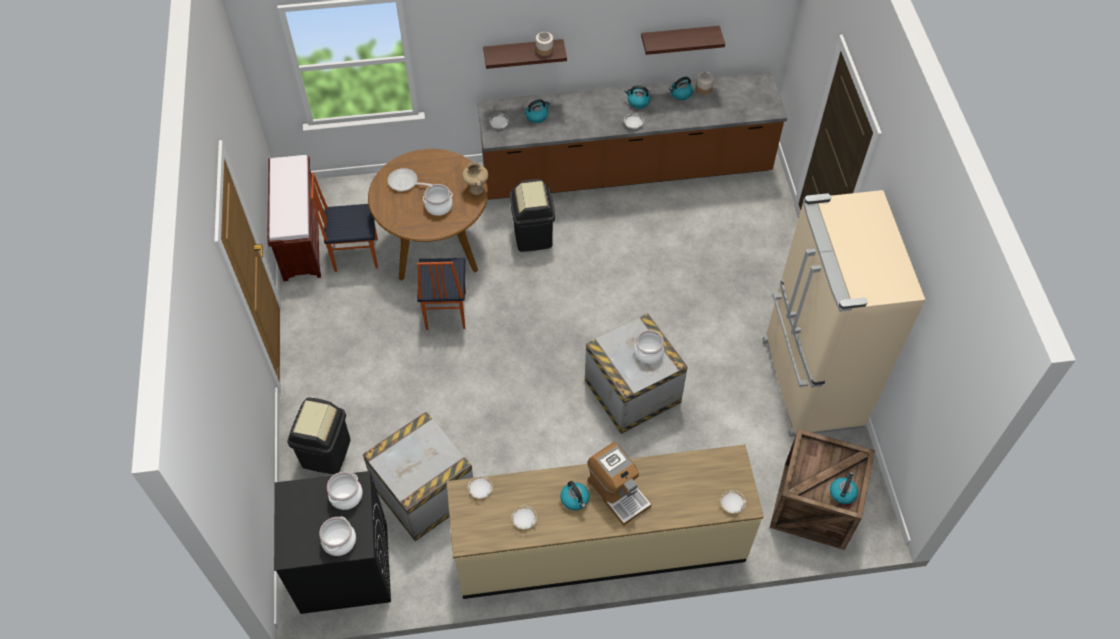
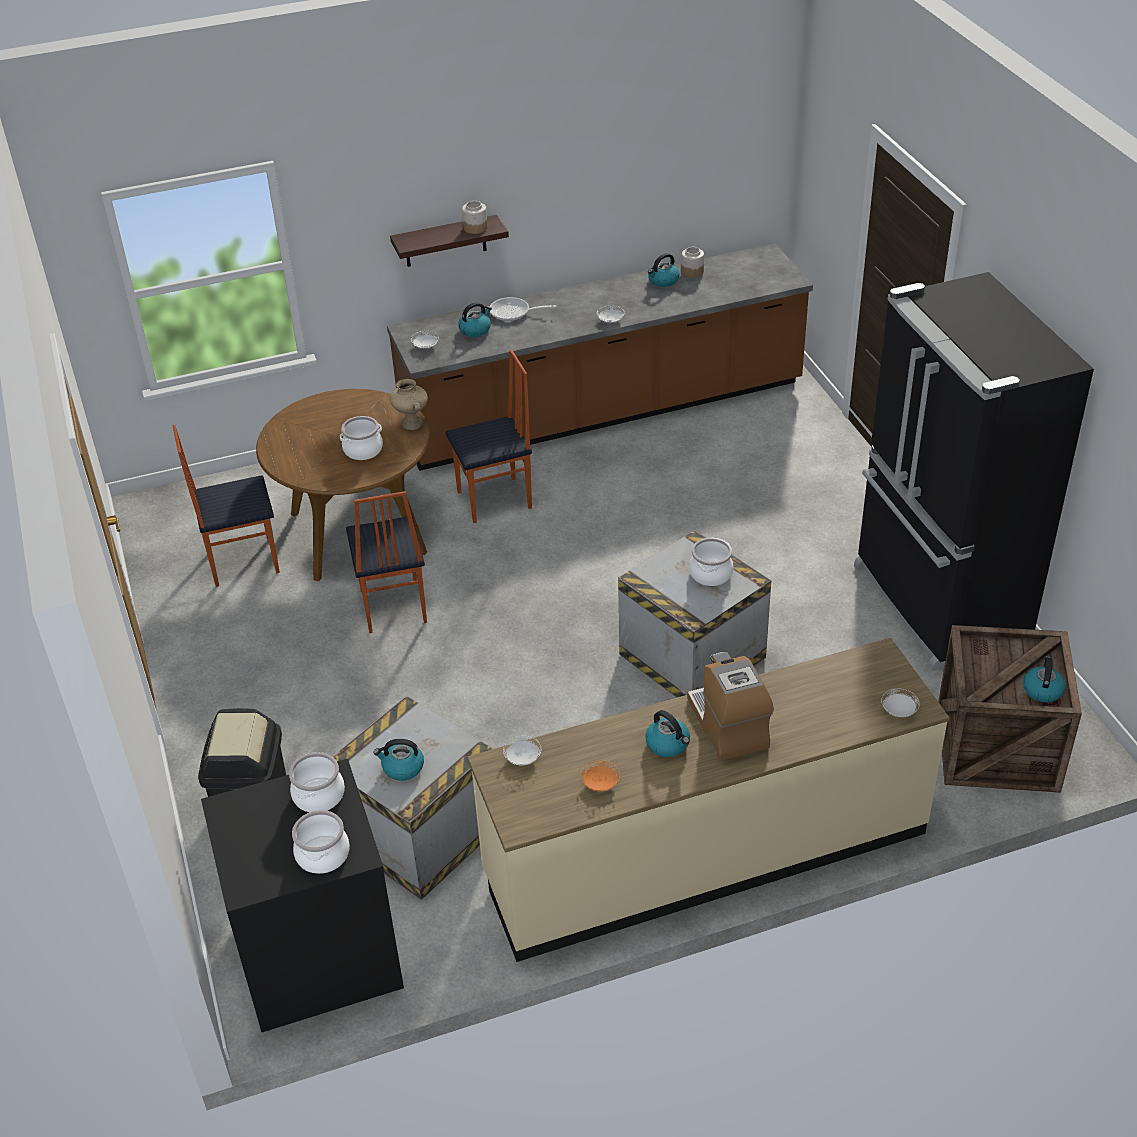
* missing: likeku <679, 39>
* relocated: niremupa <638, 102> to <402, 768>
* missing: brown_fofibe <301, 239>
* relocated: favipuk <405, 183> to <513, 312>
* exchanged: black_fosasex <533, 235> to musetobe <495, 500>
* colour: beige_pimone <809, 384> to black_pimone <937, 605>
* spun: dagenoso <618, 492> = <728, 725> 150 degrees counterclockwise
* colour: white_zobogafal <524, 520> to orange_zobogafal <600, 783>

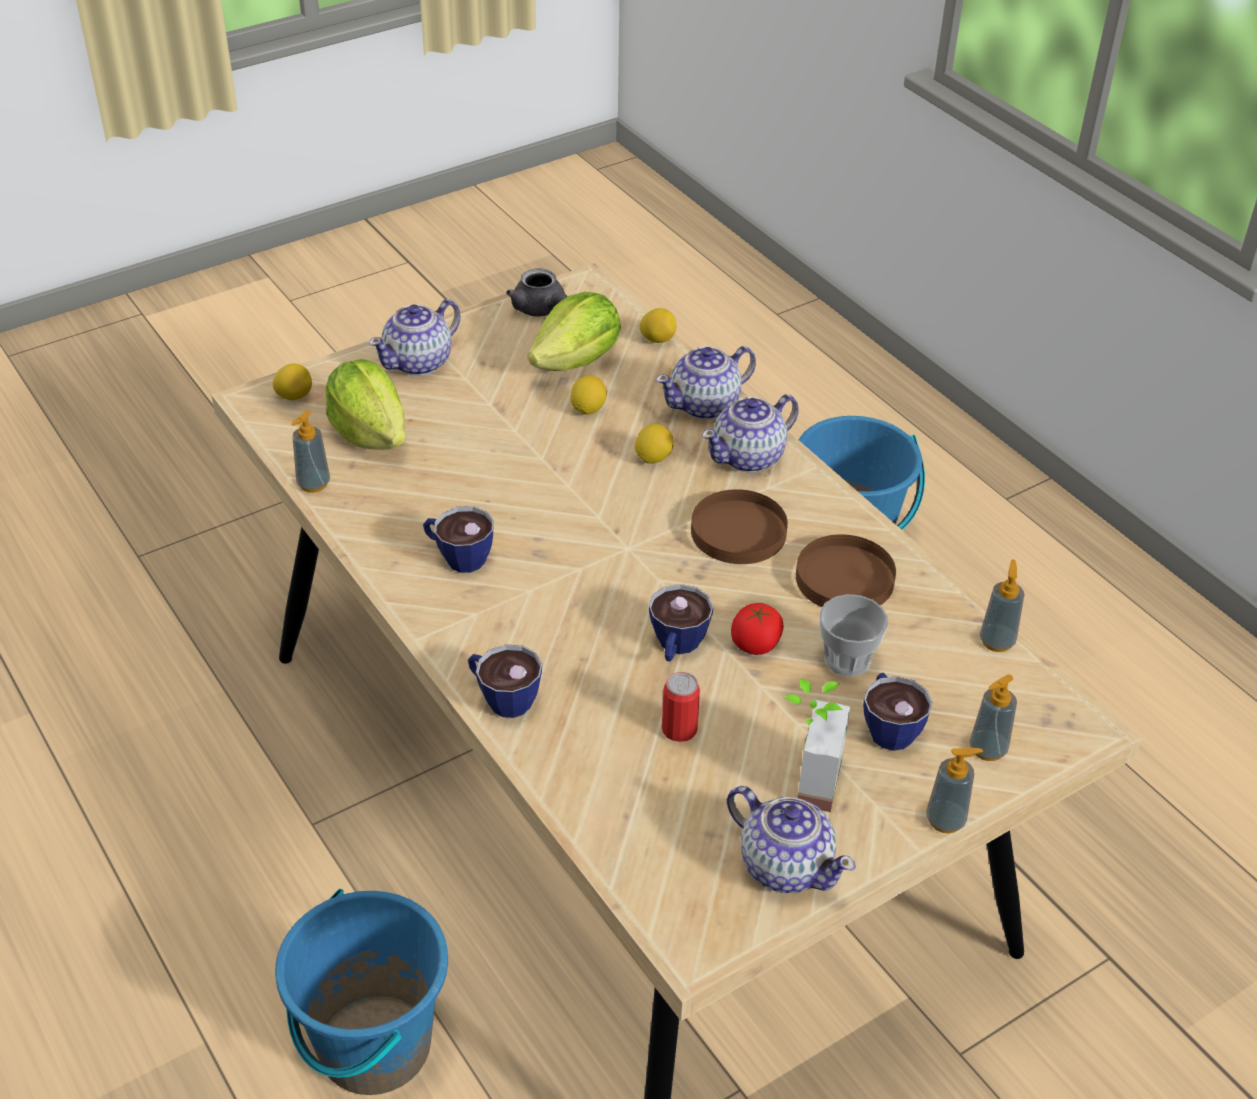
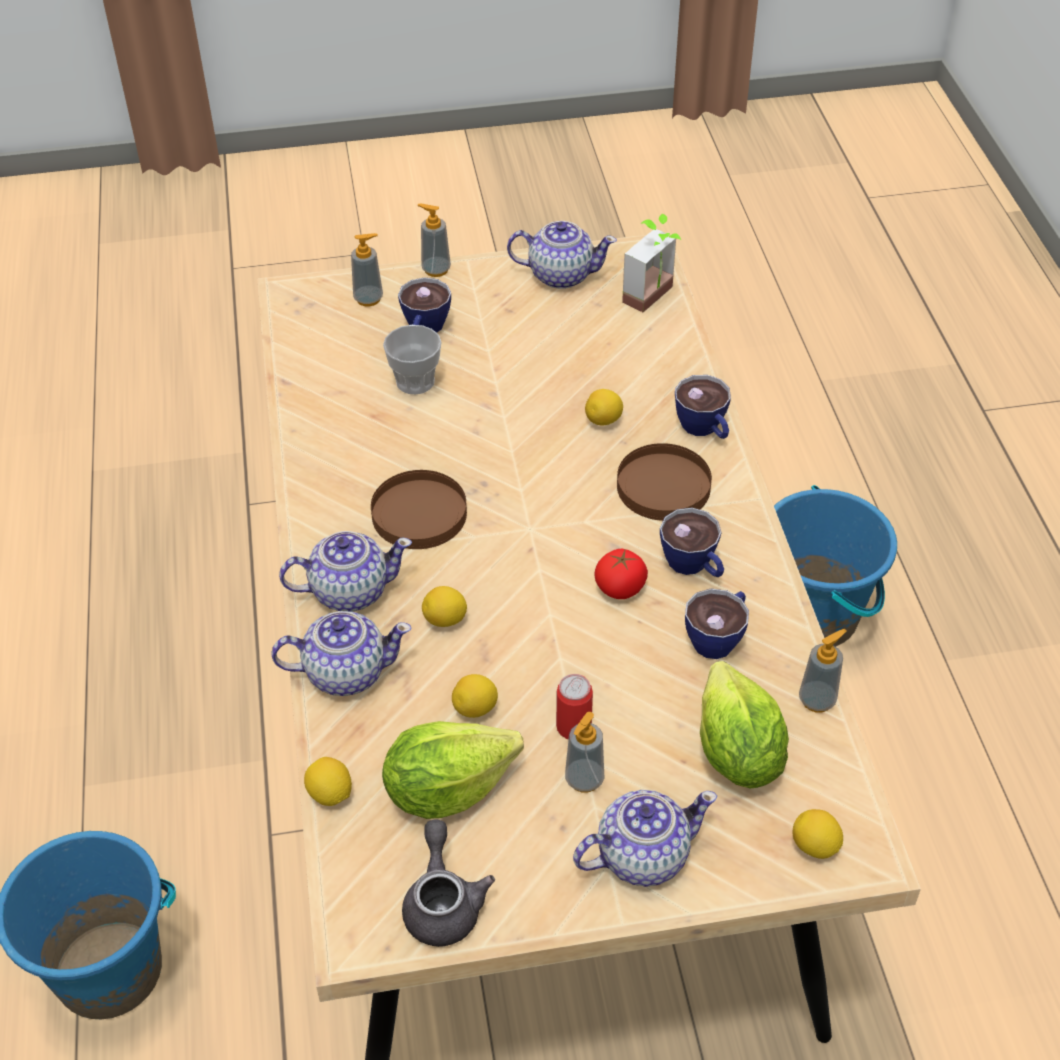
* relocated: brown_zobogafal <844, 579> to <664, 486>
* relocated: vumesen <996, 641> to <584, 779>
* relocated: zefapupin <676, 647> to <718, 637>
* relocated: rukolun <755, 644> to <620, 588>
* relocated: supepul <679, 729> to <573, 726>
* relocated: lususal <804, 779> to <656, 298>
* spun: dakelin <785, 865> = <560, 274> 120 degrees clockwise
* appeared: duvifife <603, 420>

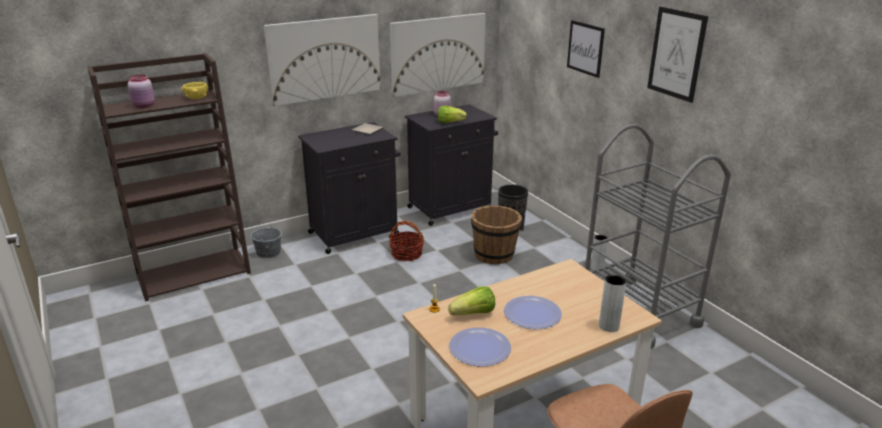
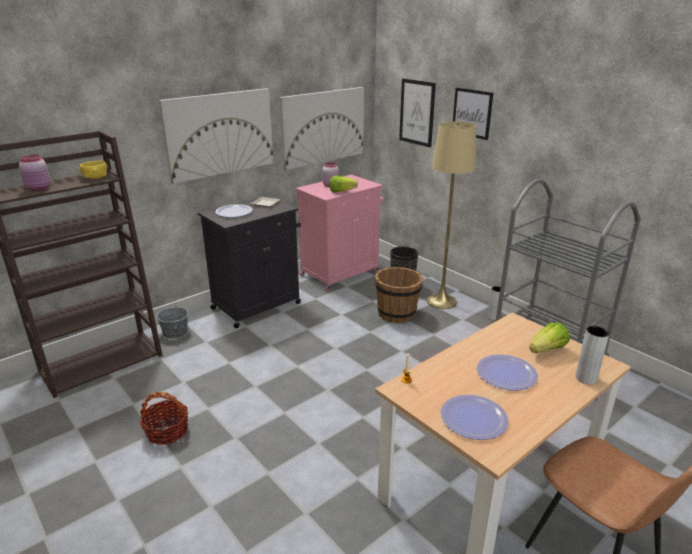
* relocated: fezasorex <676, 54> to <417, 112>
* colour: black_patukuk <451, 208> to pink_patukuk <341, 273>
* relocated: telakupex <406, 254> to <167, 431>
* relocated: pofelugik <474, 314> to <547, 350>
* appeared: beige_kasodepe <441, 301>
* appeared: zobogafal <234, 212>

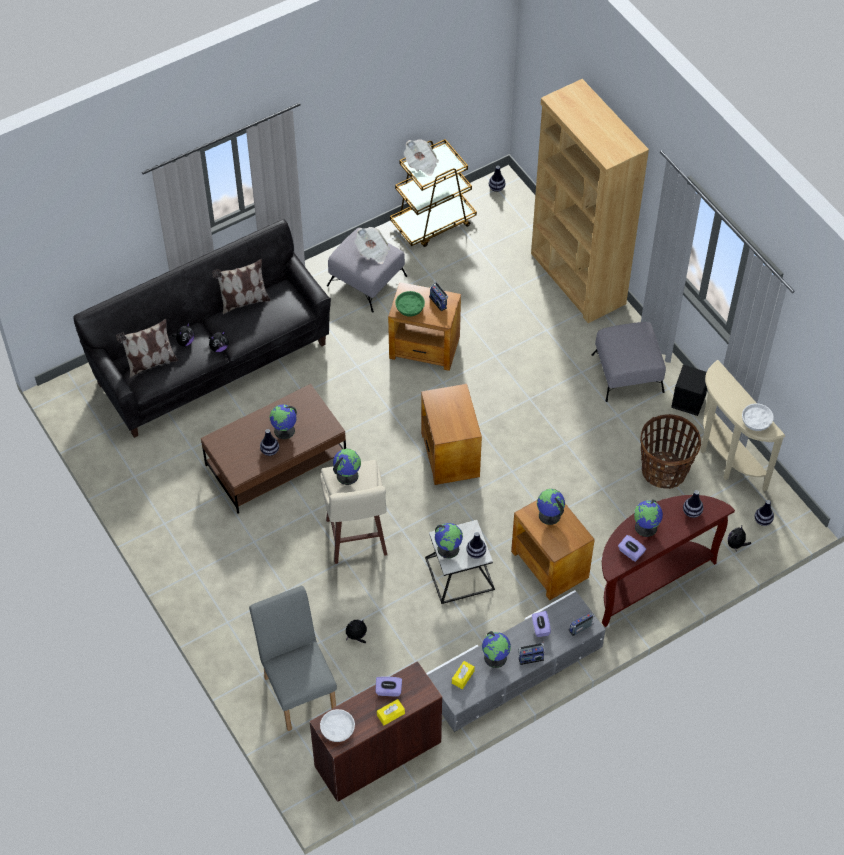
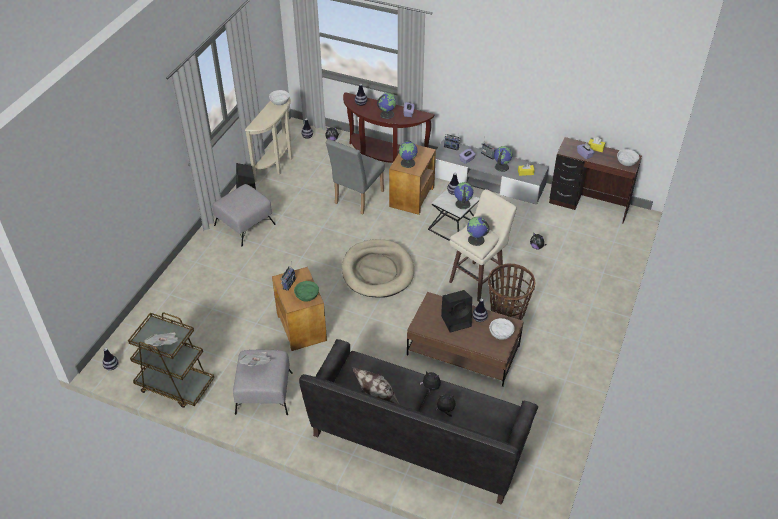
* missing: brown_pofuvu <577, 279>
* missing: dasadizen <150, 363>
* exchanged: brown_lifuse <449, 455> to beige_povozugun <377, 271>
* exchanged: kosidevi <284, 430> to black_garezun <457, 320>
* relocated: telakupex <664, 471> to <507, 311>
* relocated: grey_musetobe <298, 688> to <356, 199>
* appeared: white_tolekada <501, 333>

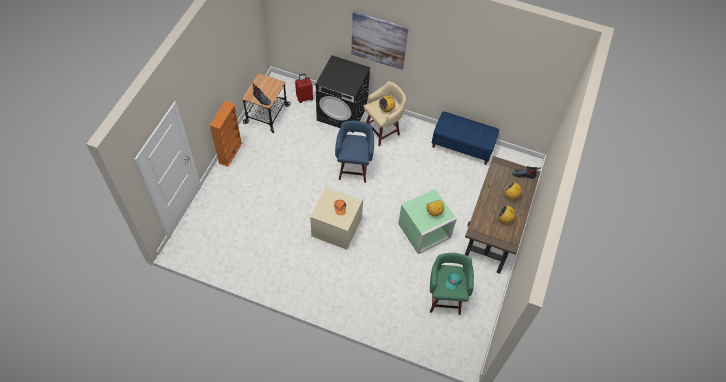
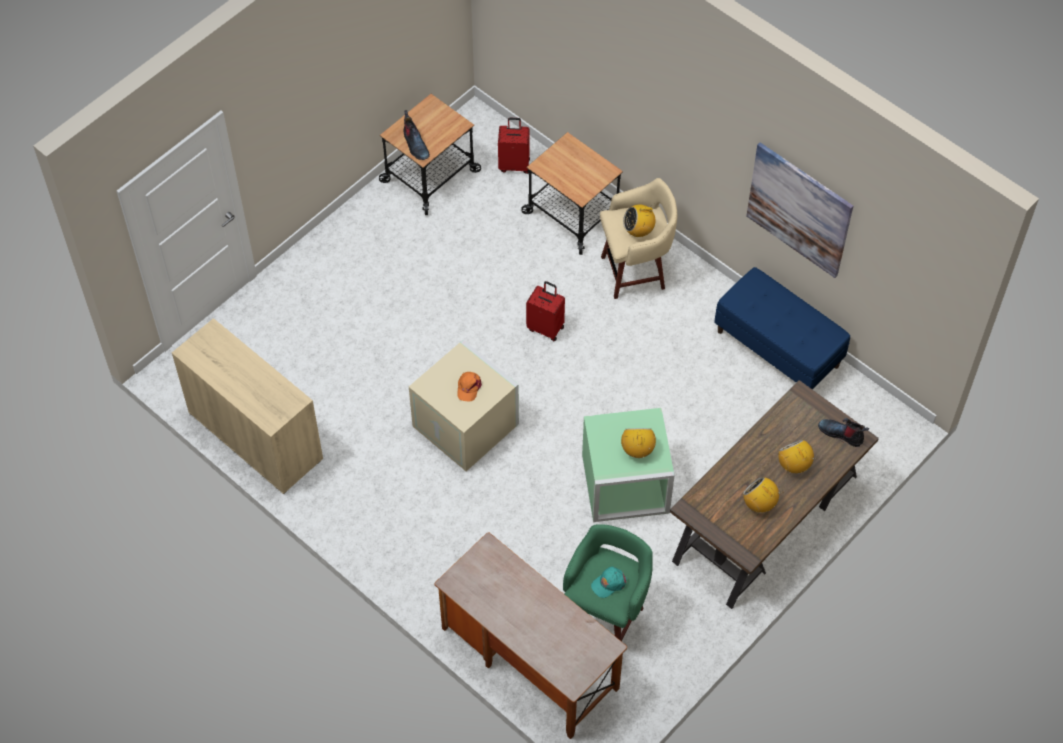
* relocated: fezasorex <379, 40> to <799, 209>
* exchanged: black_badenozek <342, 113> to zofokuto <573, 214>
* missing: orange_pofuvu <230, 153>
* exchanged: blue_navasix <353, 169> to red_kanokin <546, 328>
* appeared: beige_patukuk <256, 436>
* appeared: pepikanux <529, 658>

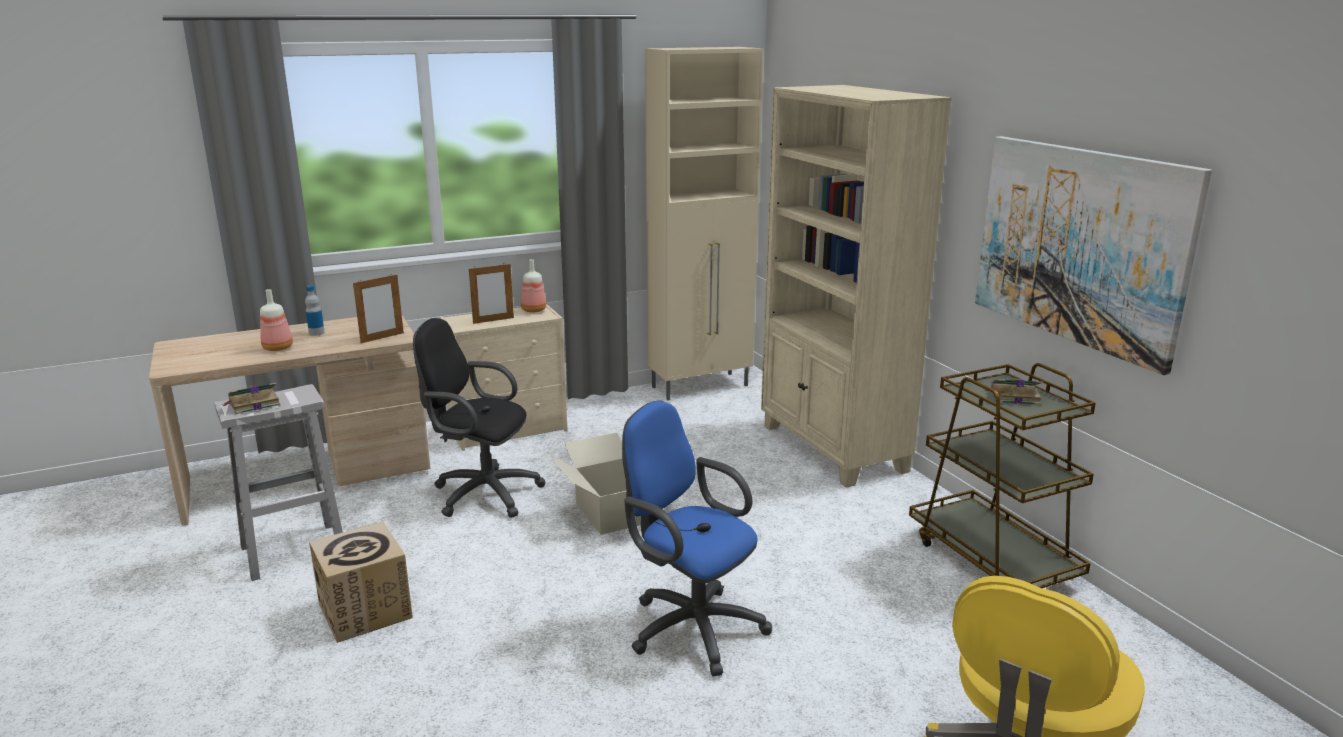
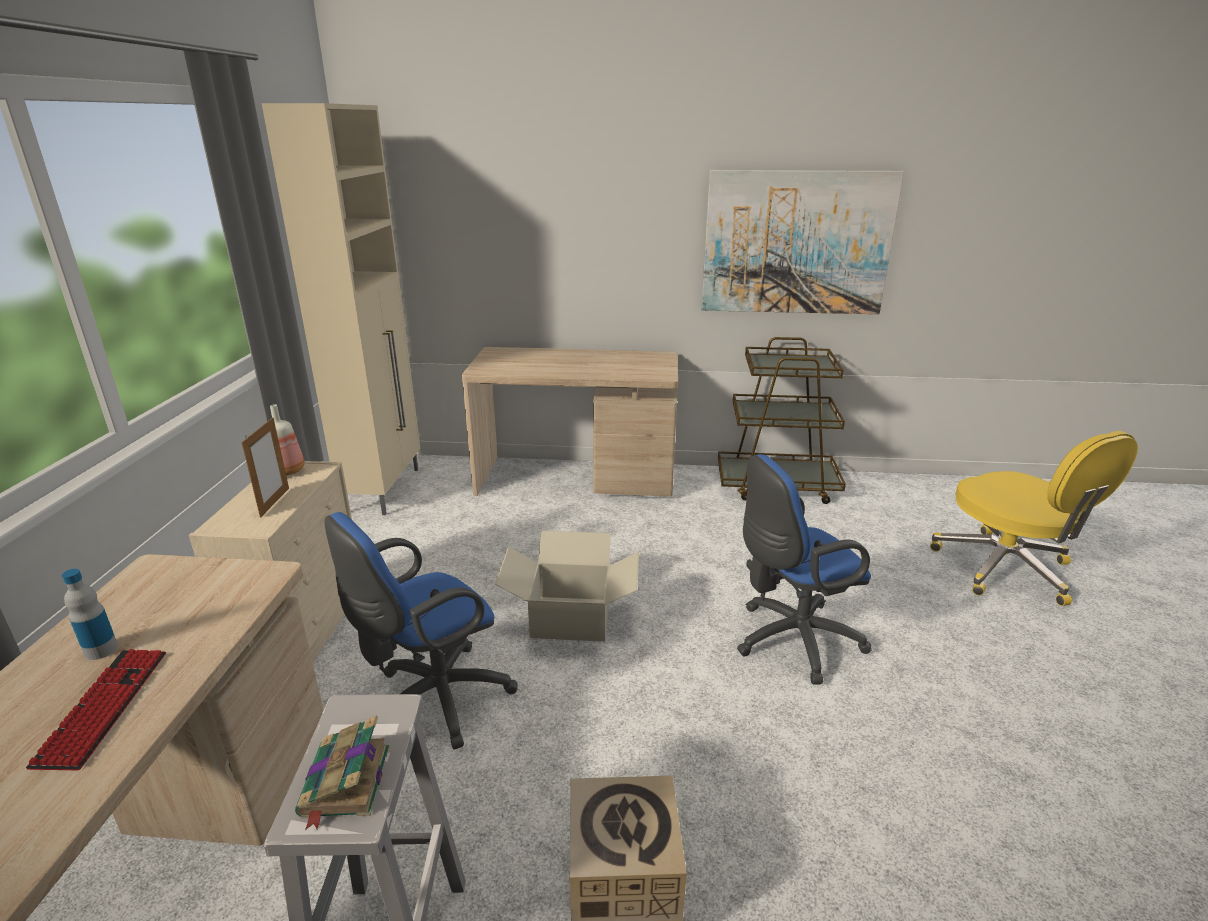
* exchanged: beige_pofuvu <832, 449> to beige_pepikanux <576, 478>
* missing: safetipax <382, 338>
* exchanged: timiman <278, 347> to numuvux <104, 707>
* colour: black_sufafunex <481, 493> to blue_sufafunex <433, 701>
* missing: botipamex <1013, 396>

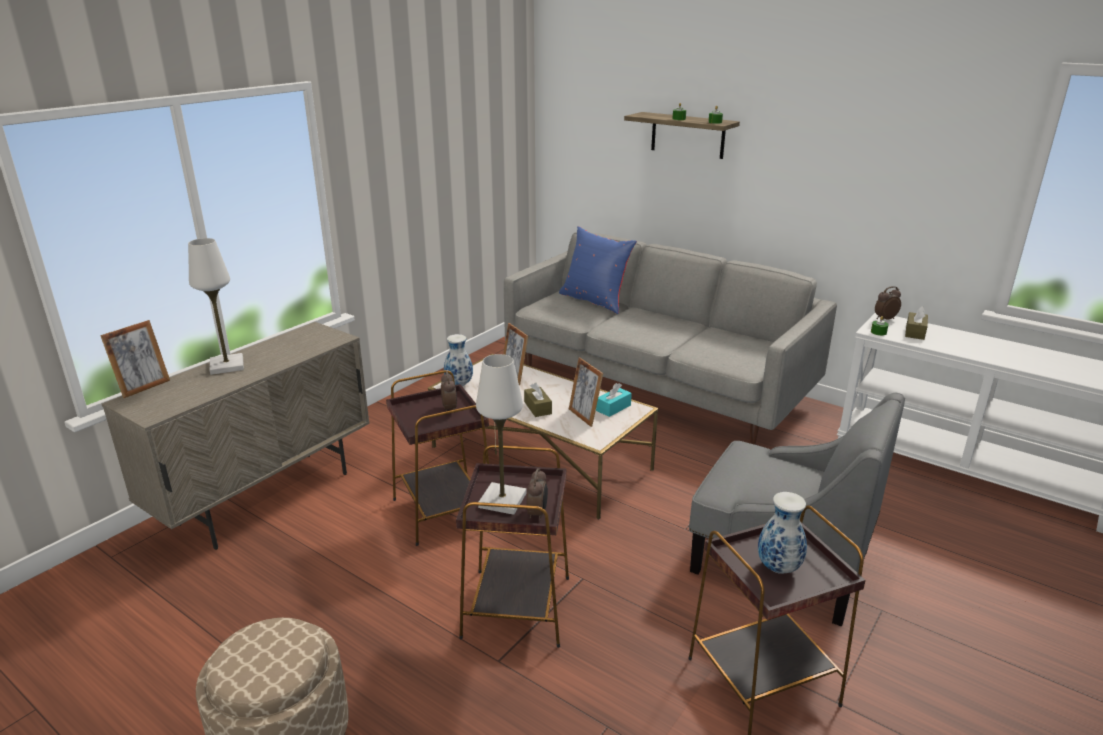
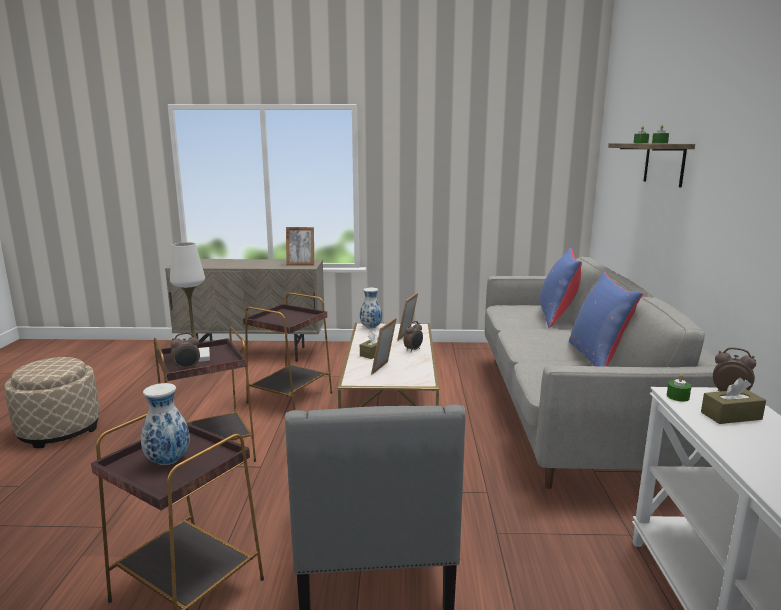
* missing: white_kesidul <227, 366>
* relocated: safetipax <143, 387> to <300, 264>
* relocated: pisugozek <450, 408> to <413, 350>
* missing: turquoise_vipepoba <613, 408>
* appeared: blue_dasadizen <597, 358>

